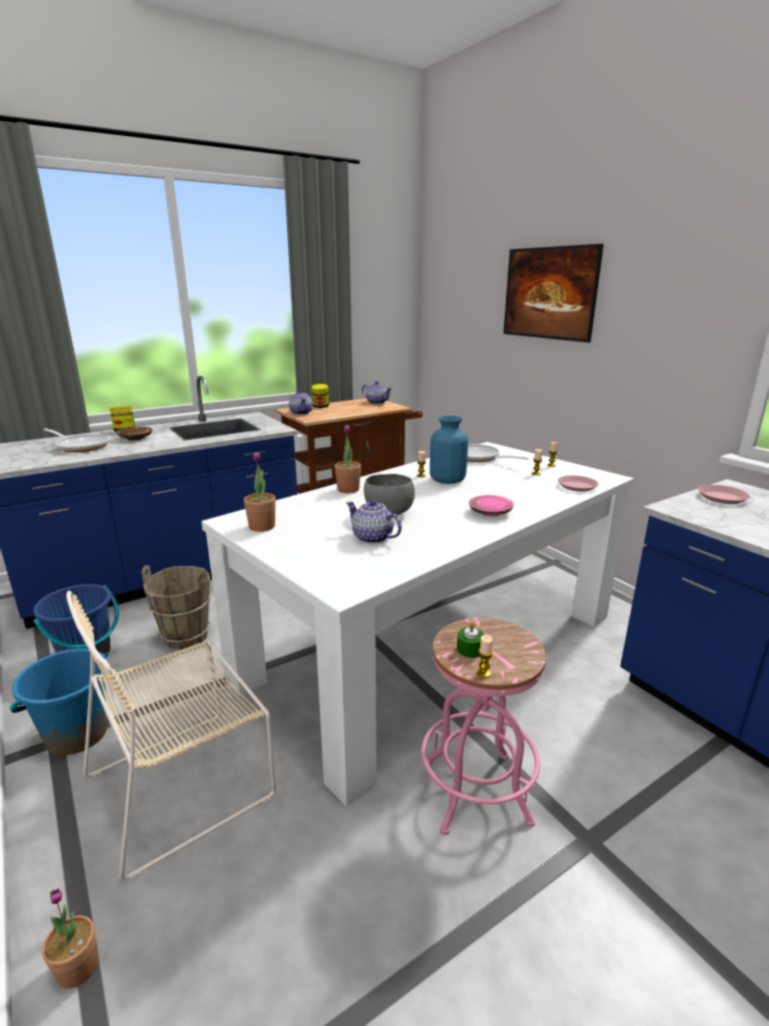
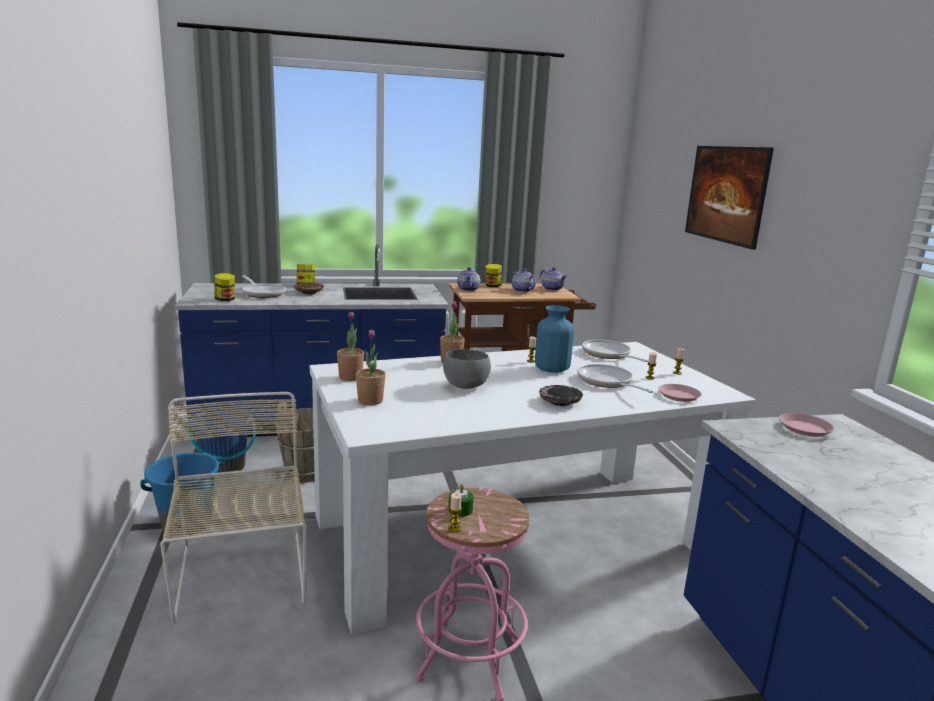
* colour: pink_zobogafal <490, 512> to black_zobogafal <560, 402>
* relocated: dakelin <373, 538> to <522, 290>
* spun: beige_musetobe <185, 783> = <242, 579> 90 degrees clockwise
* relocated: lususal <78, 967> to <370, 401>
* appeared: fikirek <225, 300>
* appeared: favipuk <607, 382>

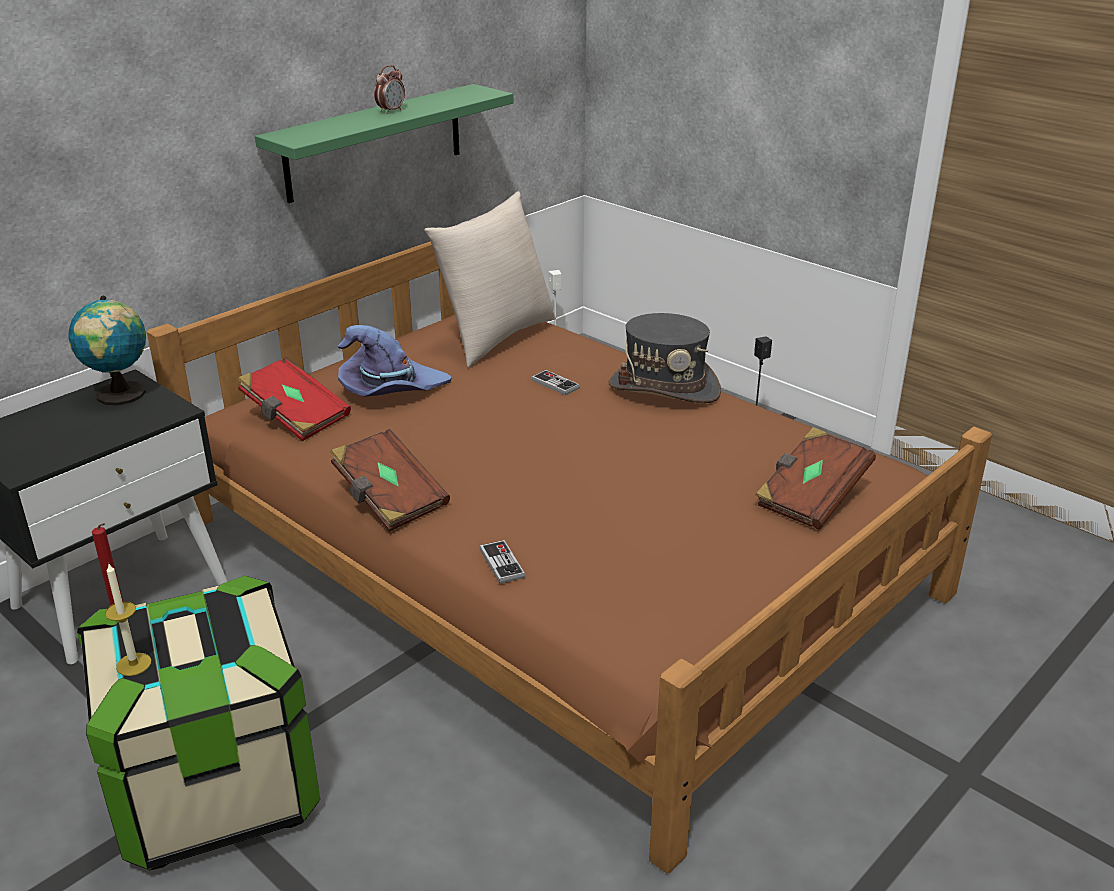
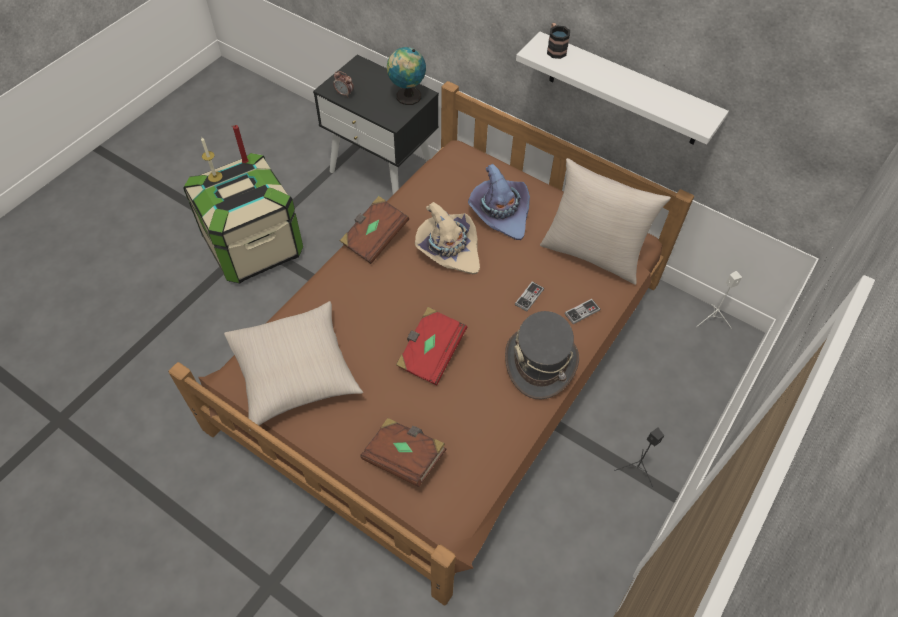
* relocated: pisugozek <391, 111> to <344, 94>
* colour: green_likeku <374, 142> to white_likeku <624, 90>
* relocated: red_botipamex <295, 417> to <430, 353>
* relocated: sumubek <502, 563> to <582, 312>
* appeared: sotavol <555, 49>
* appeared: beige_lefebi <448, 249>
* appeared: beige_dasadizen <295, 372>

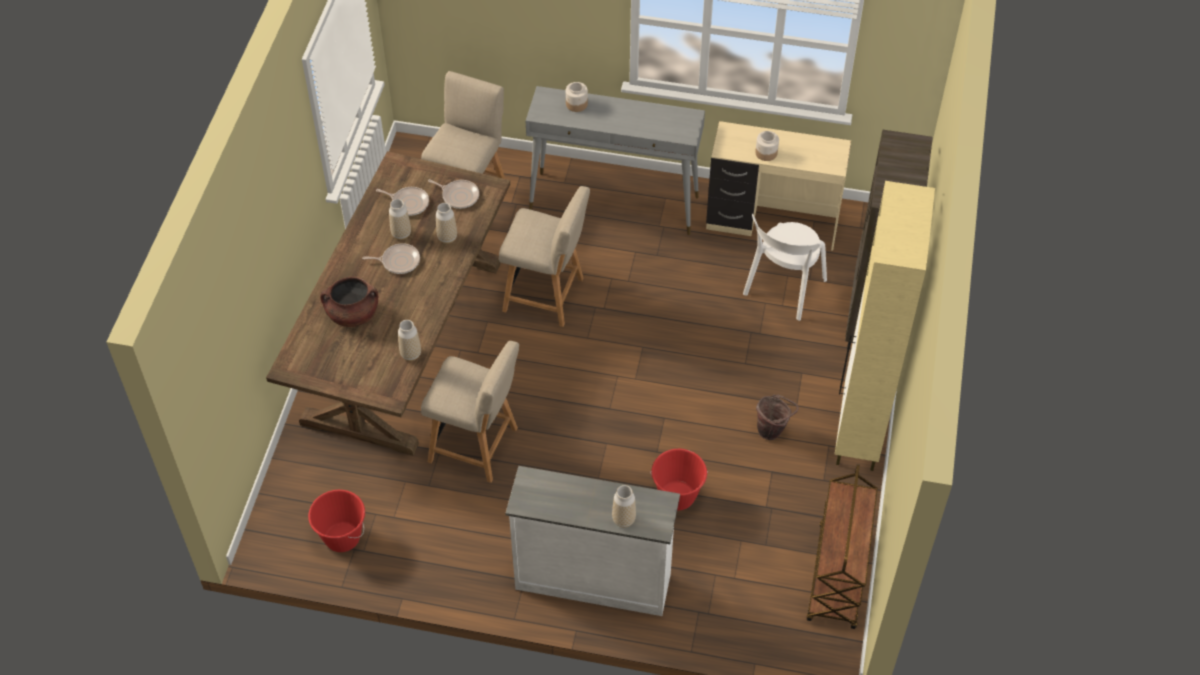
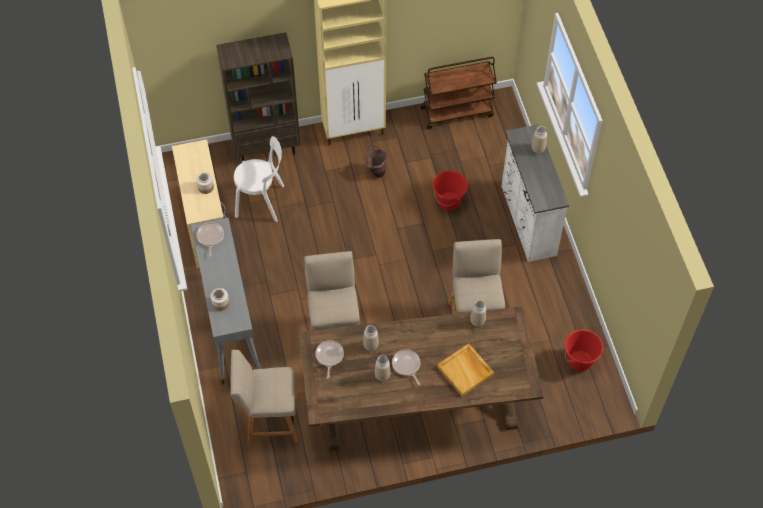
* relocated: favipuk <408, 203> to <210, 237>
* exchanged: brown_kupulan <353, 314> to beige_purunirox <465, 371>

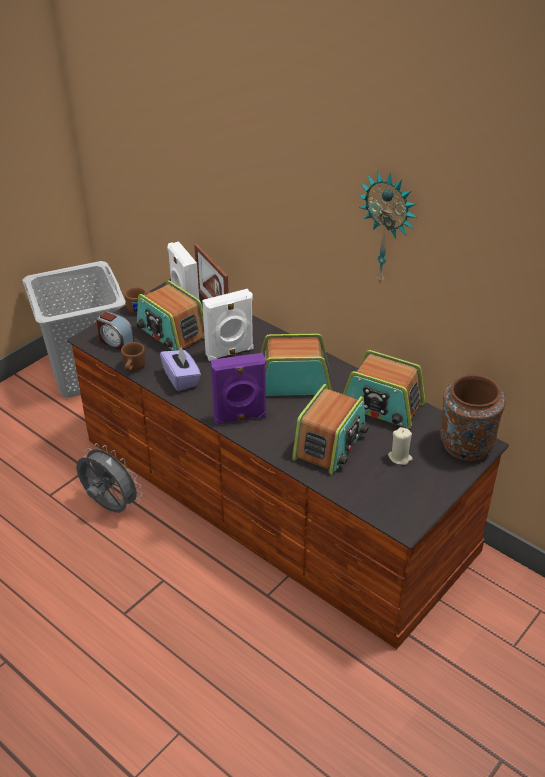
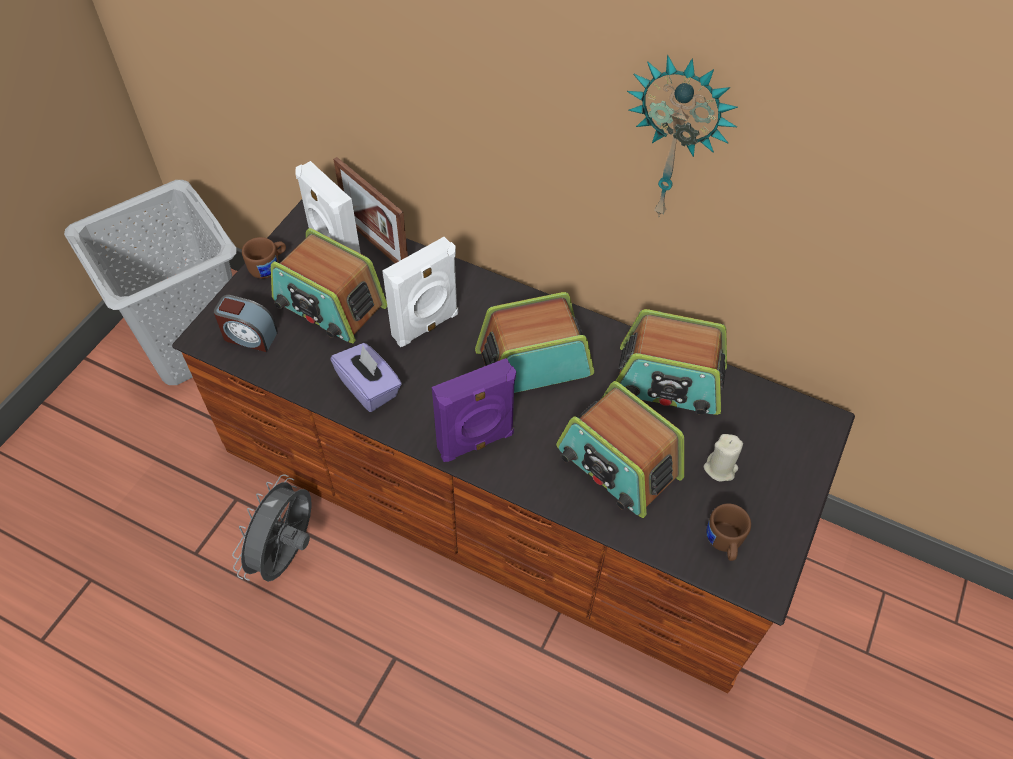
* relocated: brown_sotavol <133, 368> to <723, 543>
* missing: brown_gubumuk <465, 446>
* spun: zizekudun <330, 444> = <618, 464> 120 degrees clockwise
* spun: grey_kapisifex <110, 507> = <287, 555> 90 degrees counterclockwise

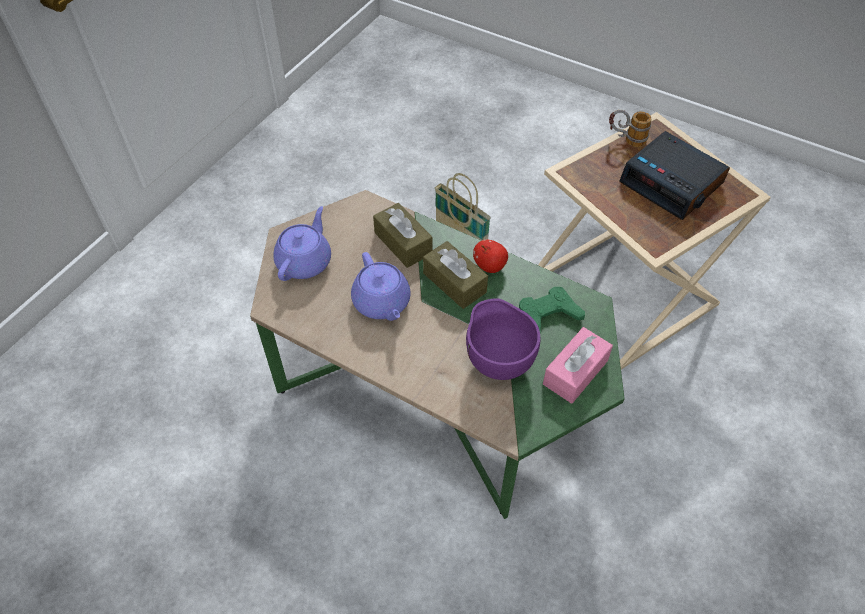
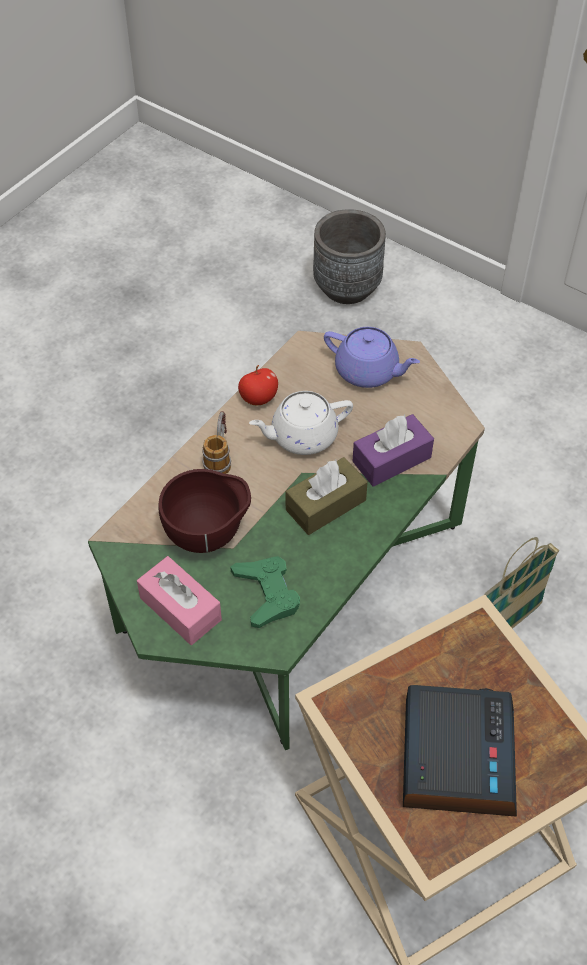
* relocated: sotavol <625, 140> to <219, 457>
* spun: pisugozek <672, 183> = <456, 756> 135 degrees clockwise
* colour: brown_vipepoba <403, 243> to purple_vipepoba <391, 459>
* relocated: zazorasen <489, 266> to <258, 398>
* colour: purple_dakelin <382, 303> to white_dakelin <302, 436>
* colour: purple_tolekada <498, 361> to brown_tolekada <208, 535>
* appeared: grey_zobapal <347, 287>

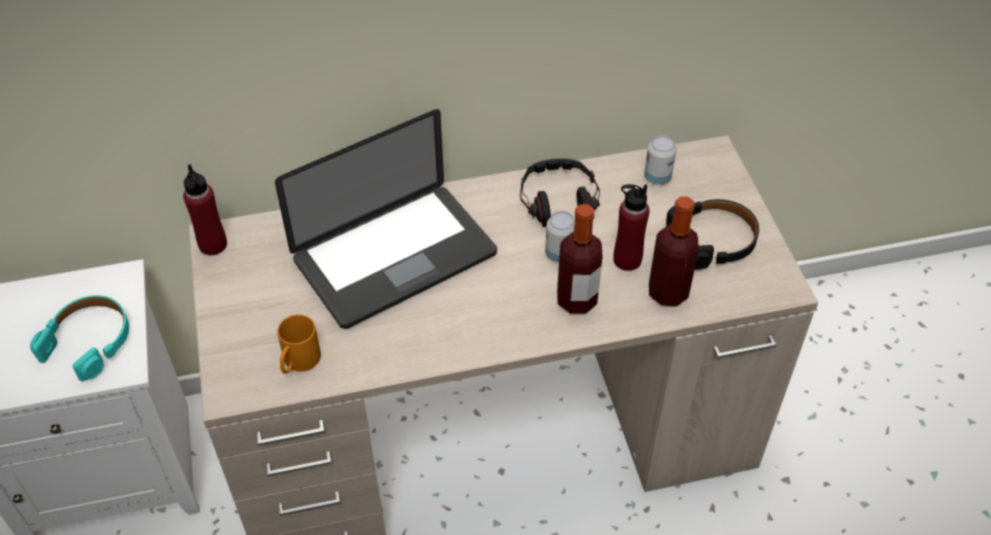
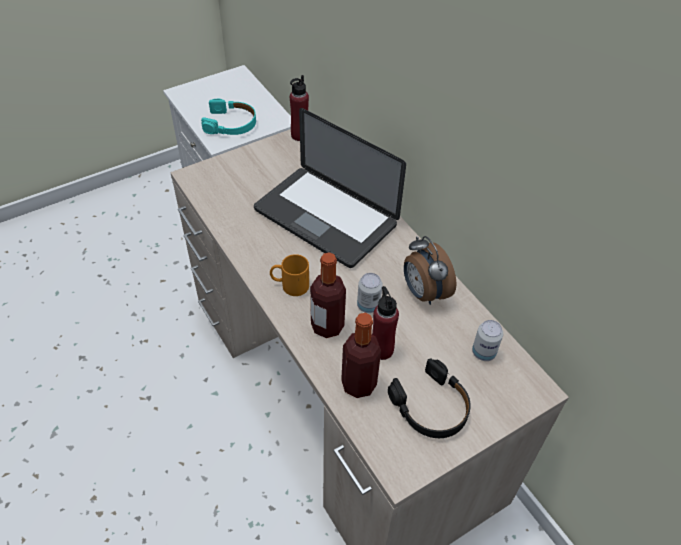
* exchanged: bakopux <558, 200> to pisugozek <423, 293>
* relocated: orange_sotavol <298, 363> to <289, 285>

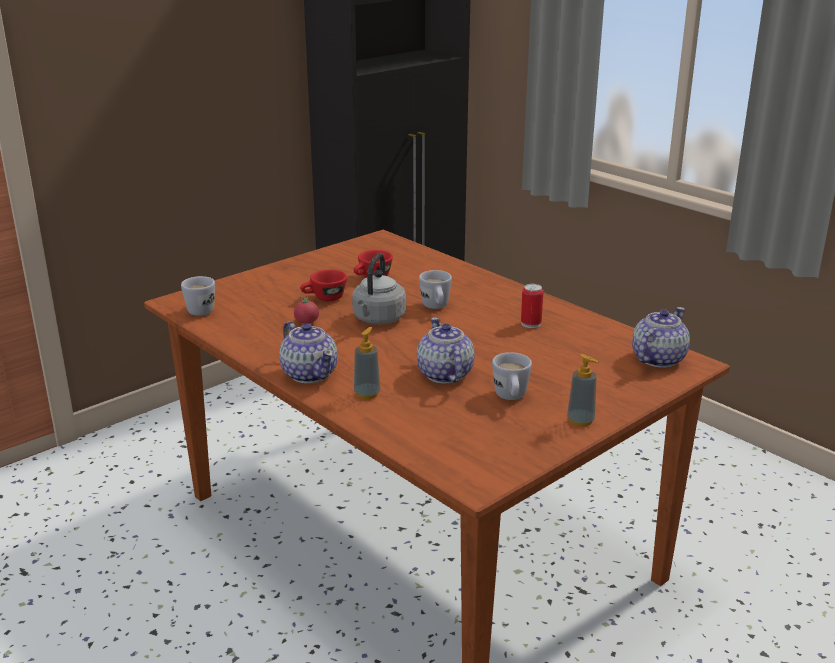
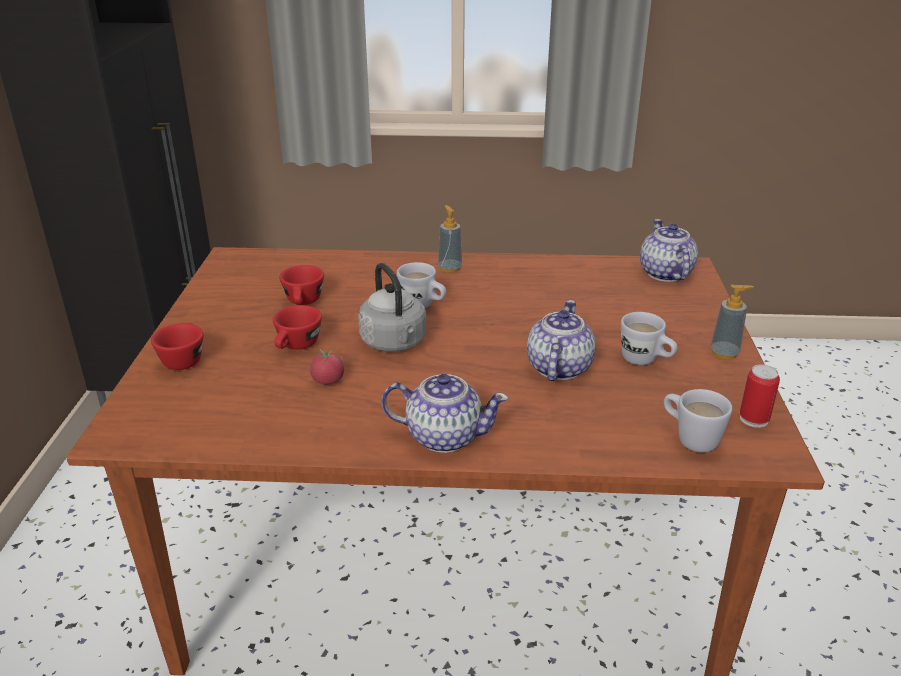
* relocated: white_sotavol <202, 309> to <689, 438>
* relocated: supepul <531, 324> to <754, 419>
* spun: dakelin <444, 375> = <558, 368> 75 degrees clockwise
* relocated: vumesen <367, 394> to <450, 268>
* appeared: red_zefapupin <183, 358>

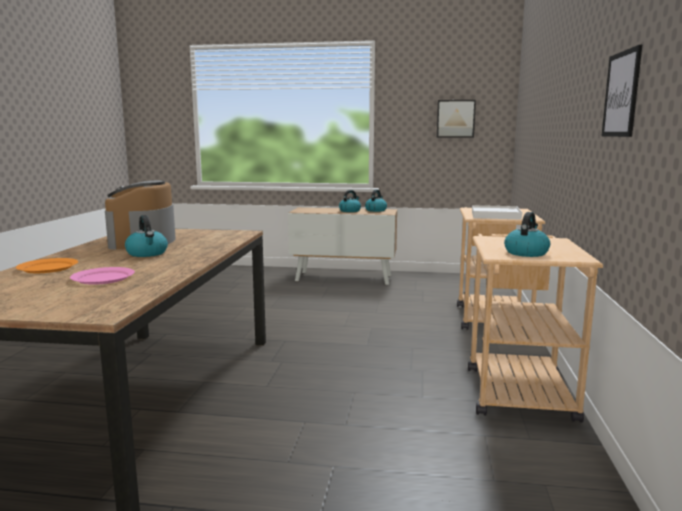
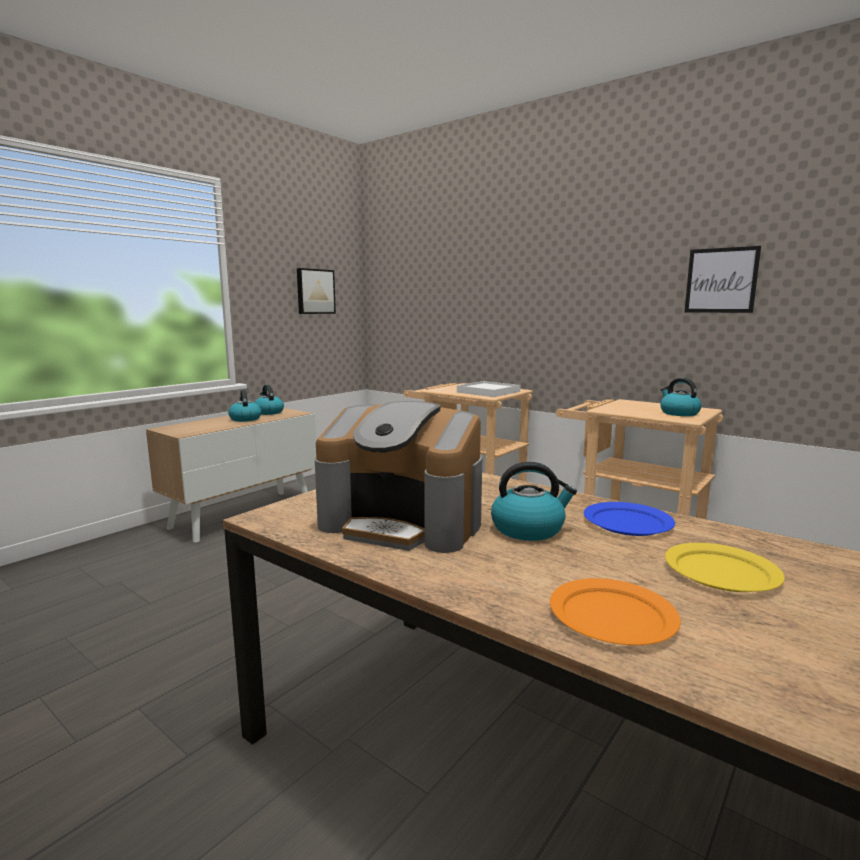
* colour: pink_zobogafal <103, 278> to yellow_zobogafal <722, 572>
* appeared: blue_zobogafal <628, 522>

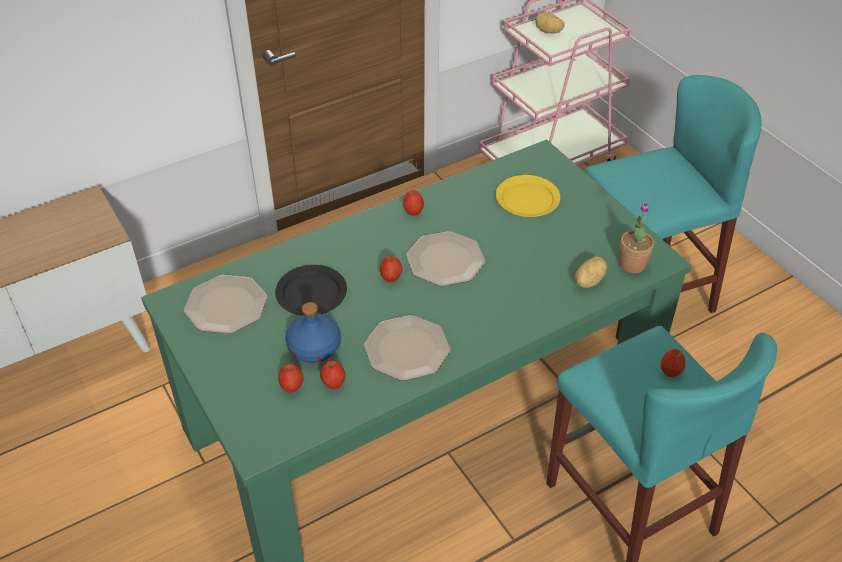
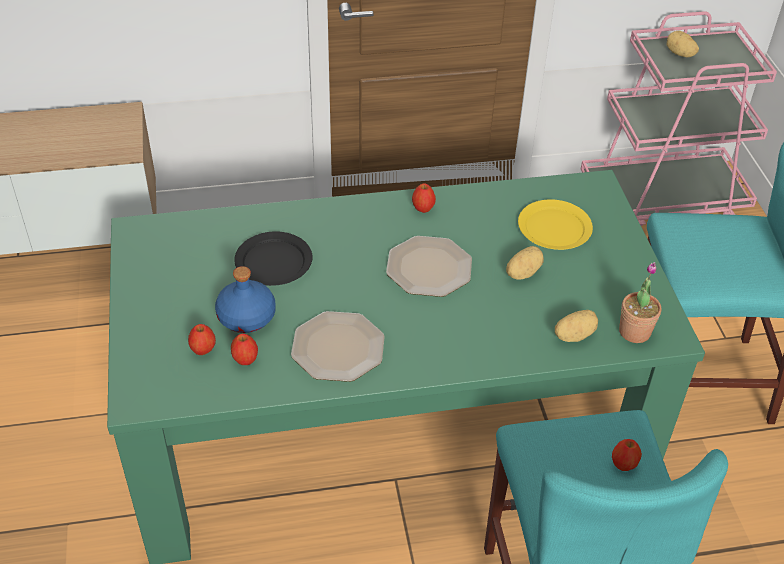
* missing: zazorasen <391, 278>
* missing: zobogafal <226, 306>
* appeared: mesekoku <522, 272>

